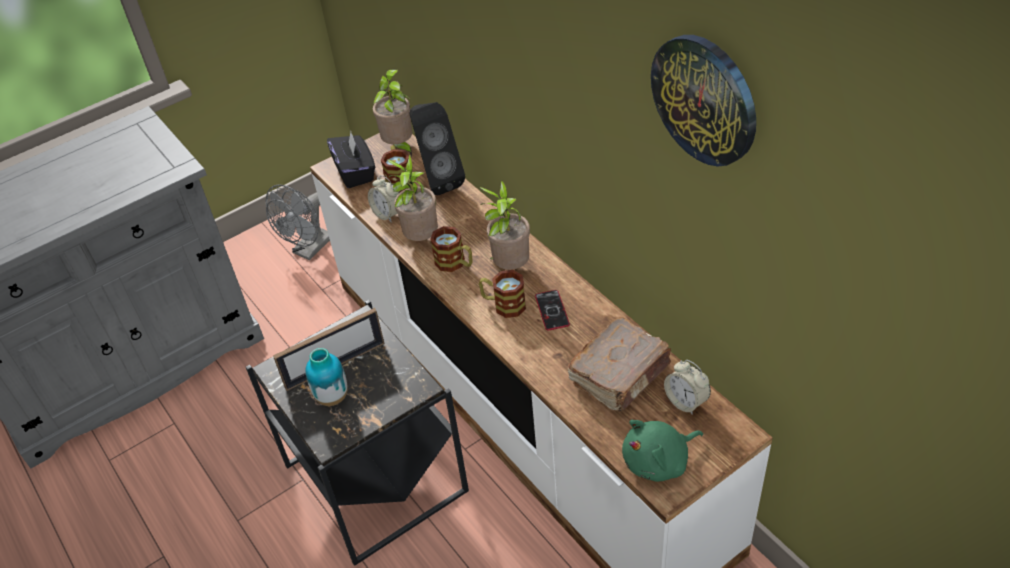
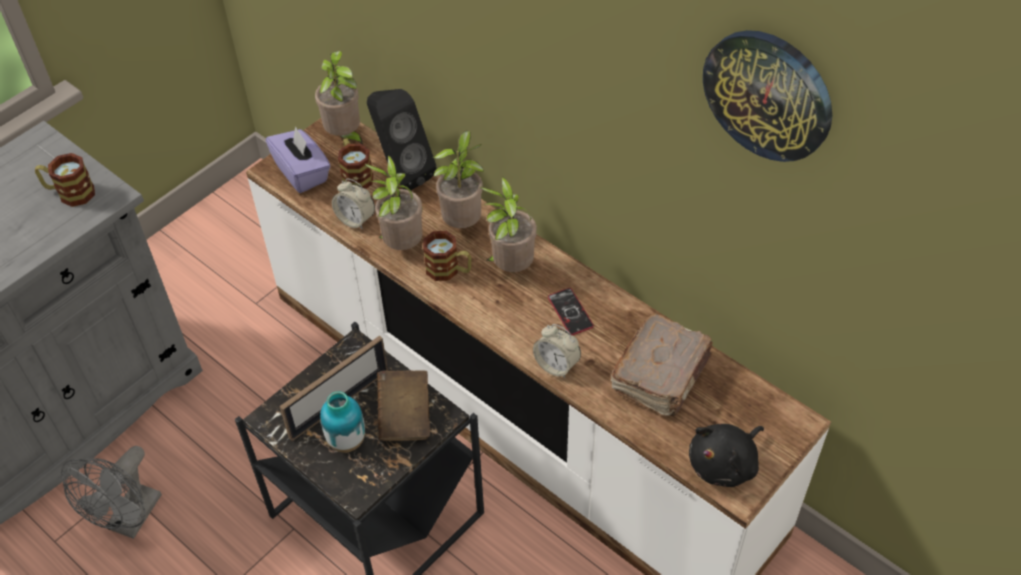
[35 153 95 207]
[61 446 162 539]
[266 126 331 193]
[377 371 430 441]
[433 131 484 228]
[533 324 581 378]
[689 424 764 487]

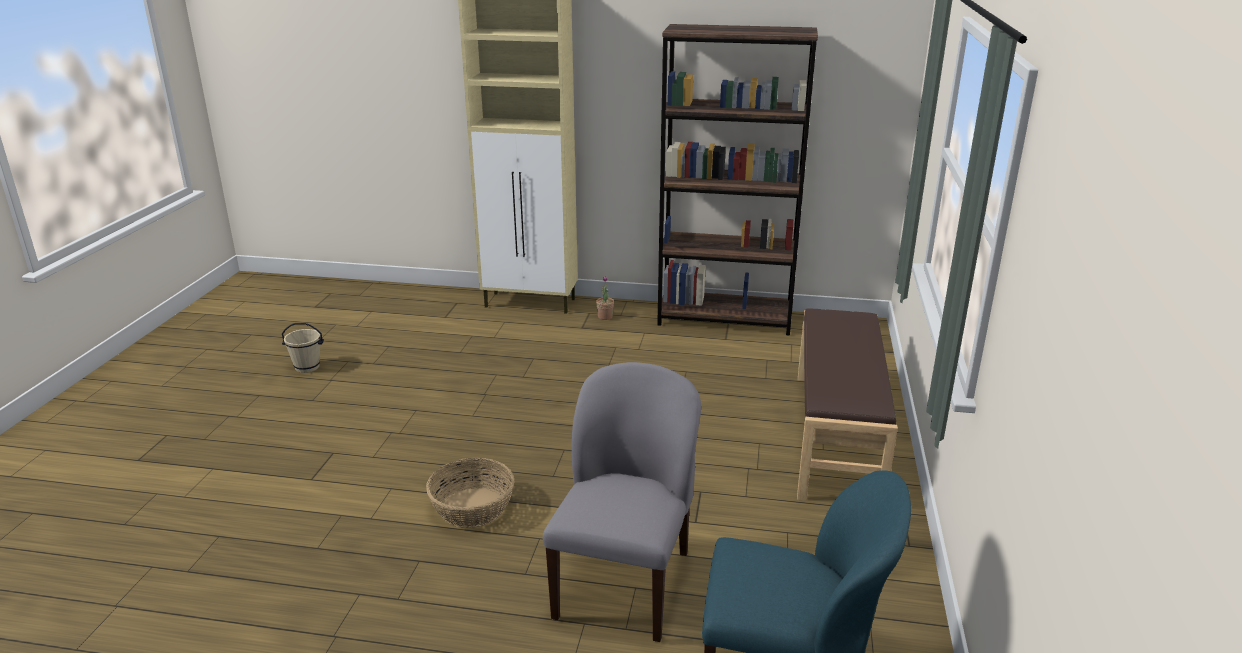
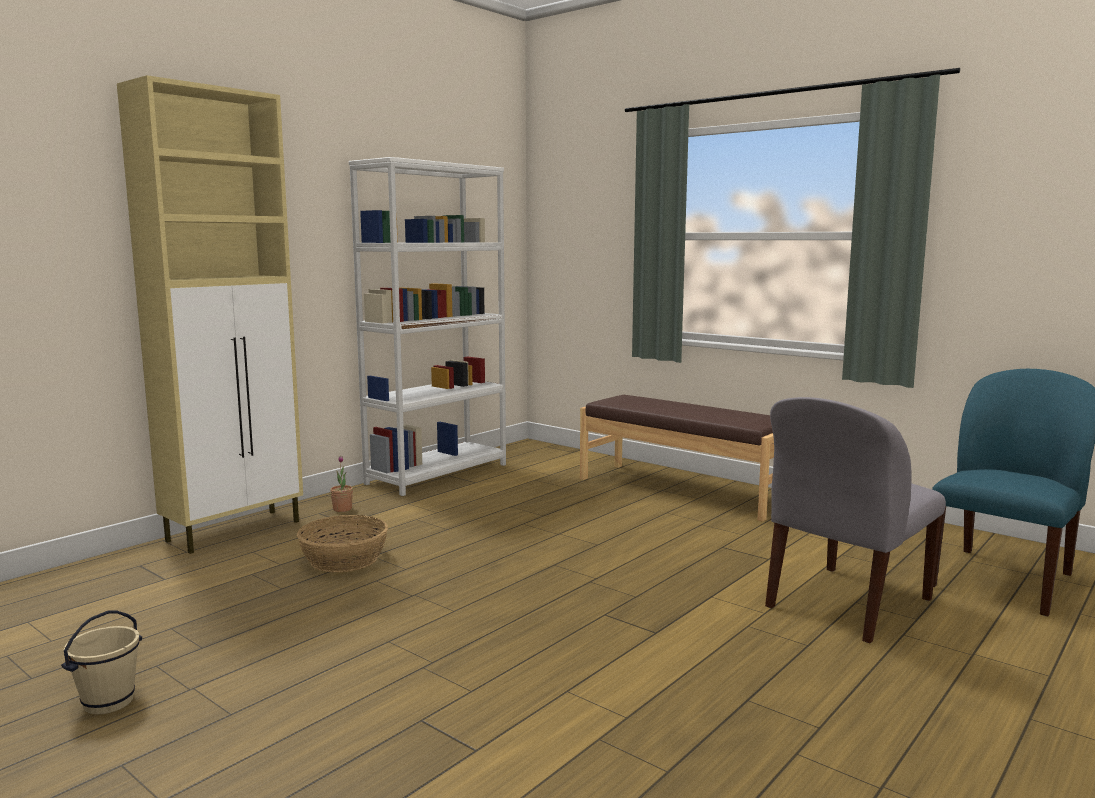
[297 515 388 573]
[349 157 506 496]
[765 397 946 643]

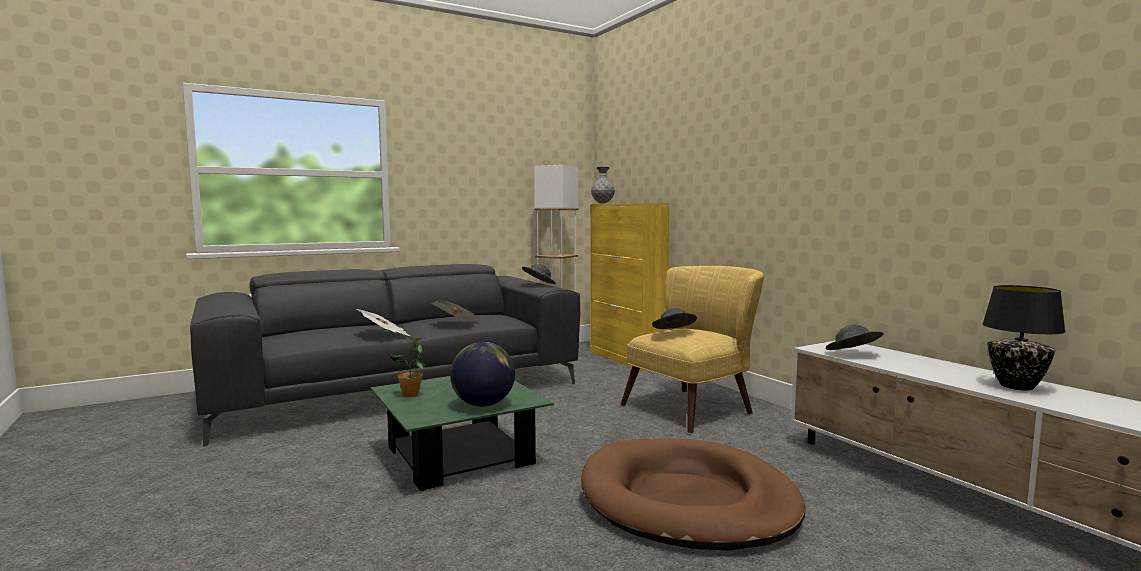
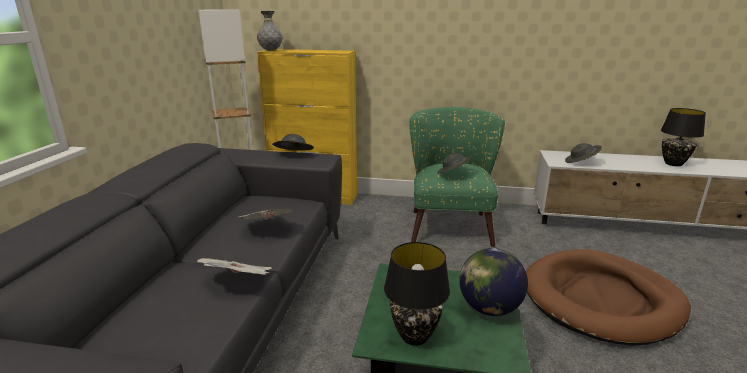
[384 242 450 346]
[409 107 505 247]

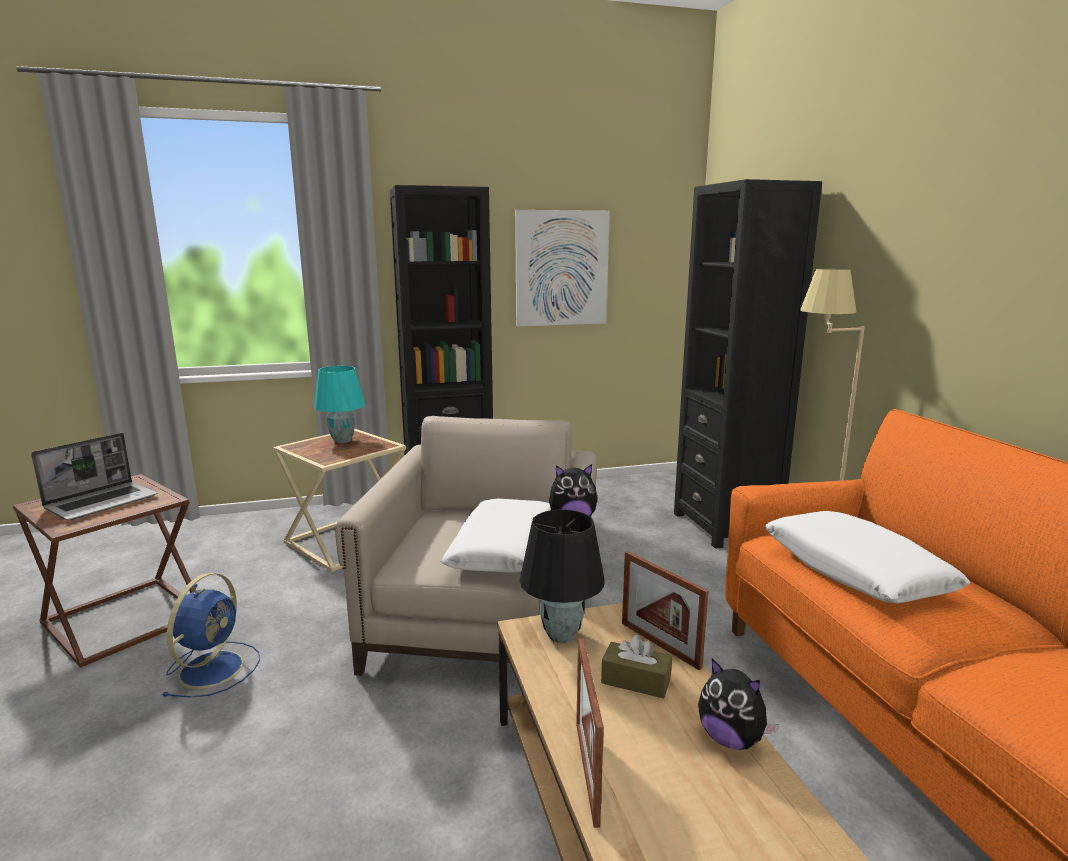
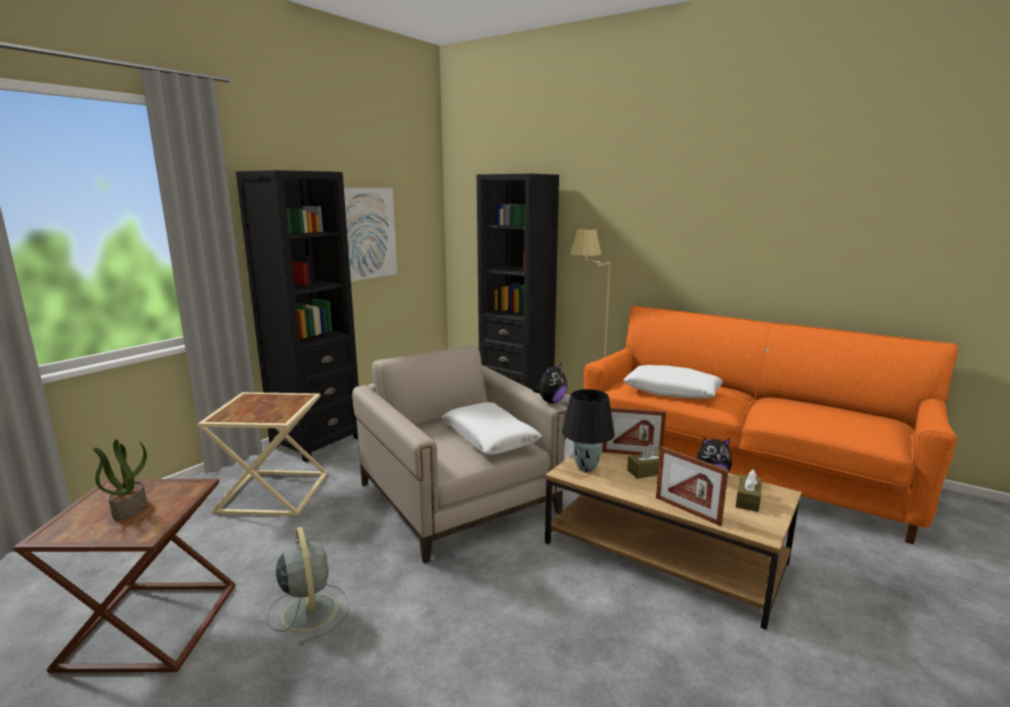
[93 439 147 520]
[266 527 350 645]
[736 469 762 512]
[314 366 365 443] (first image)

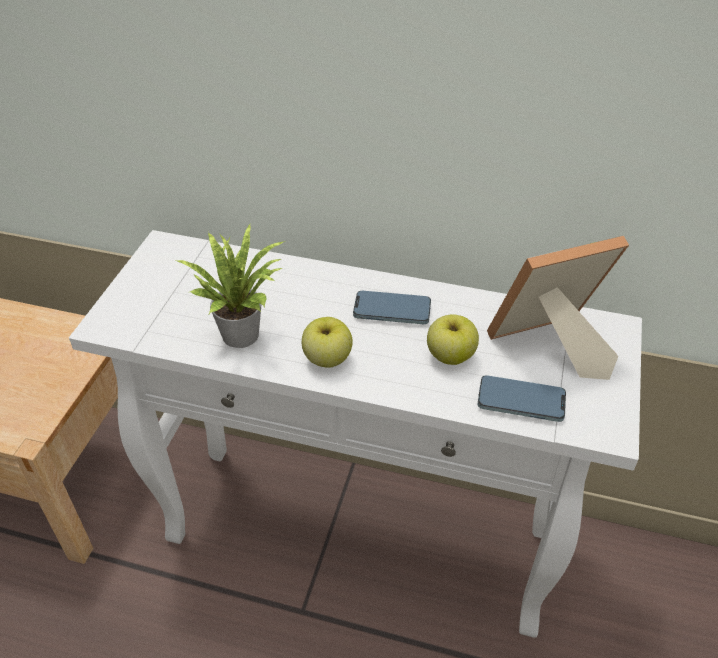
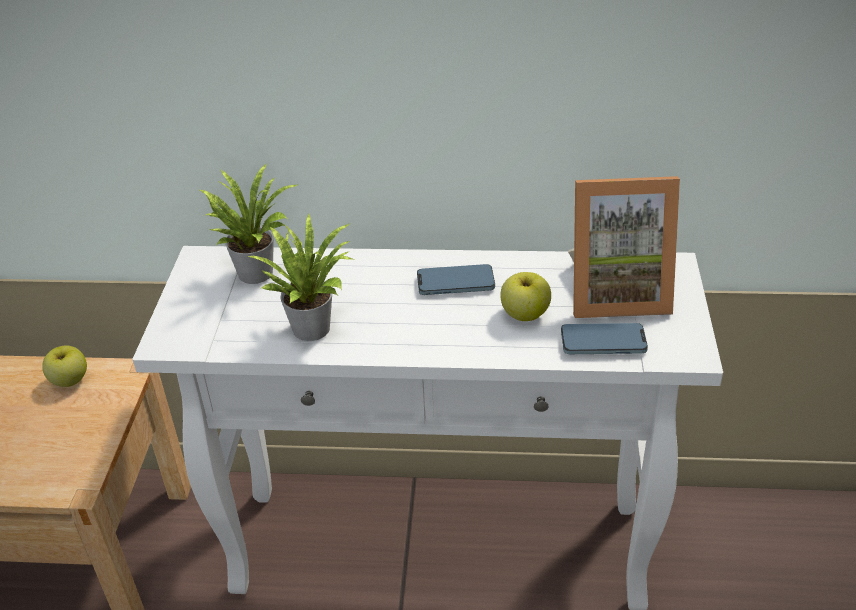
[42 345 87 387]
[198 164 297 284]
[568 176 680 318]

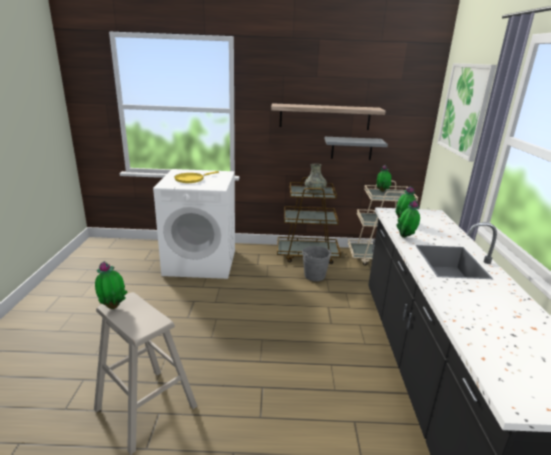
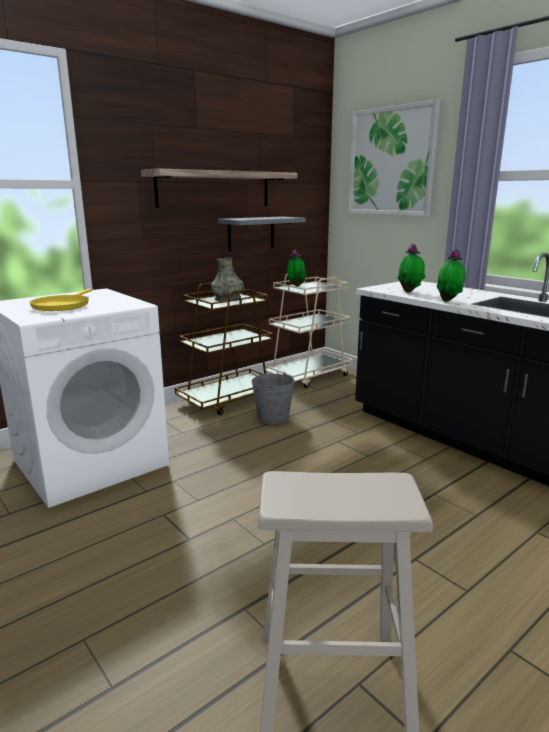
[95 261 127 309] (first image)

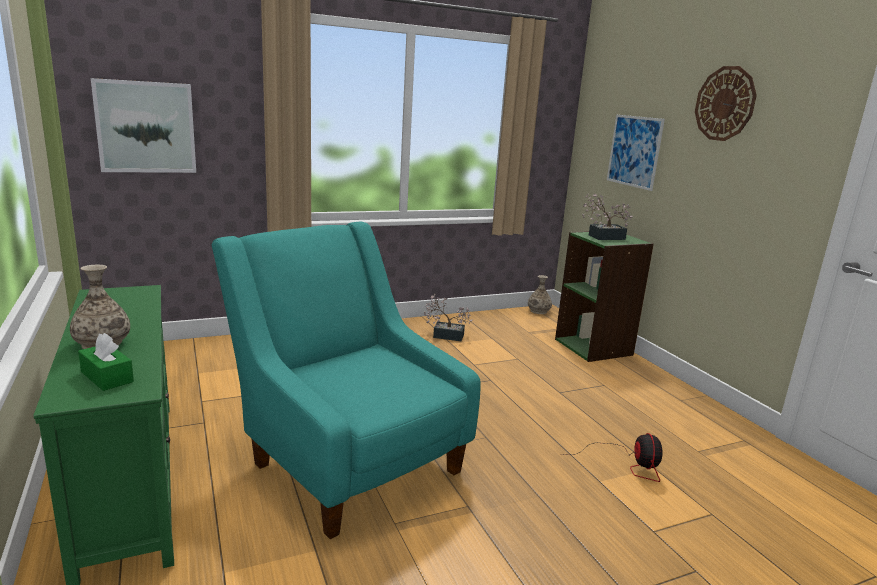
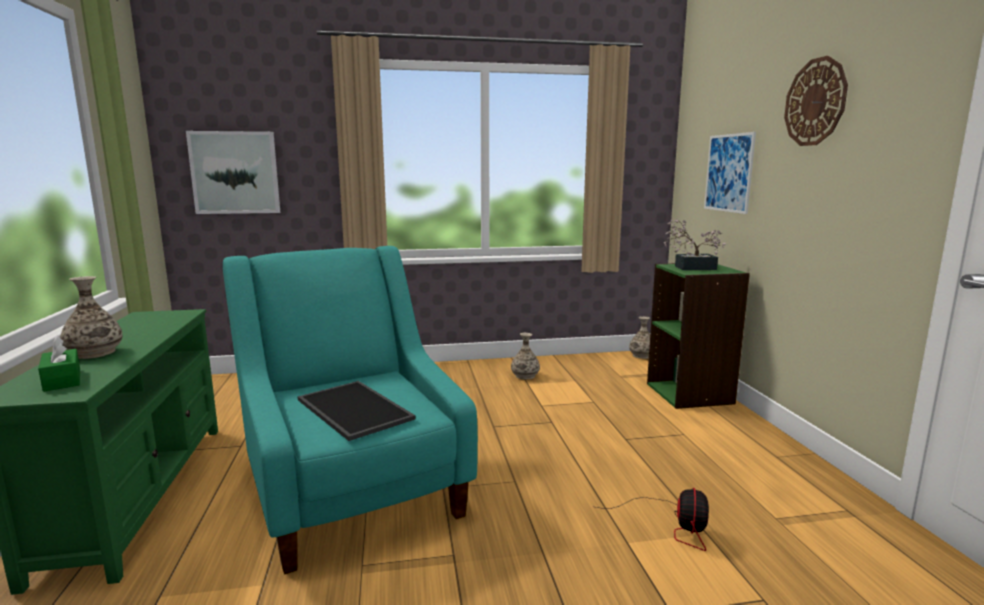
[298 381 415 441]
[511 333 540 379]

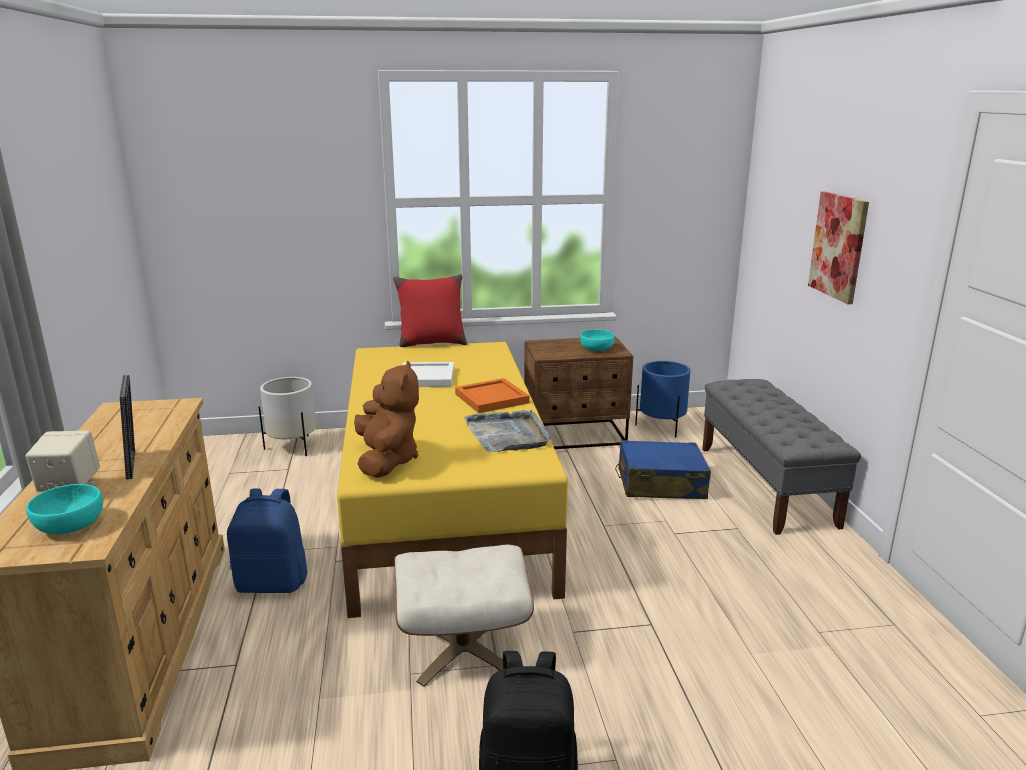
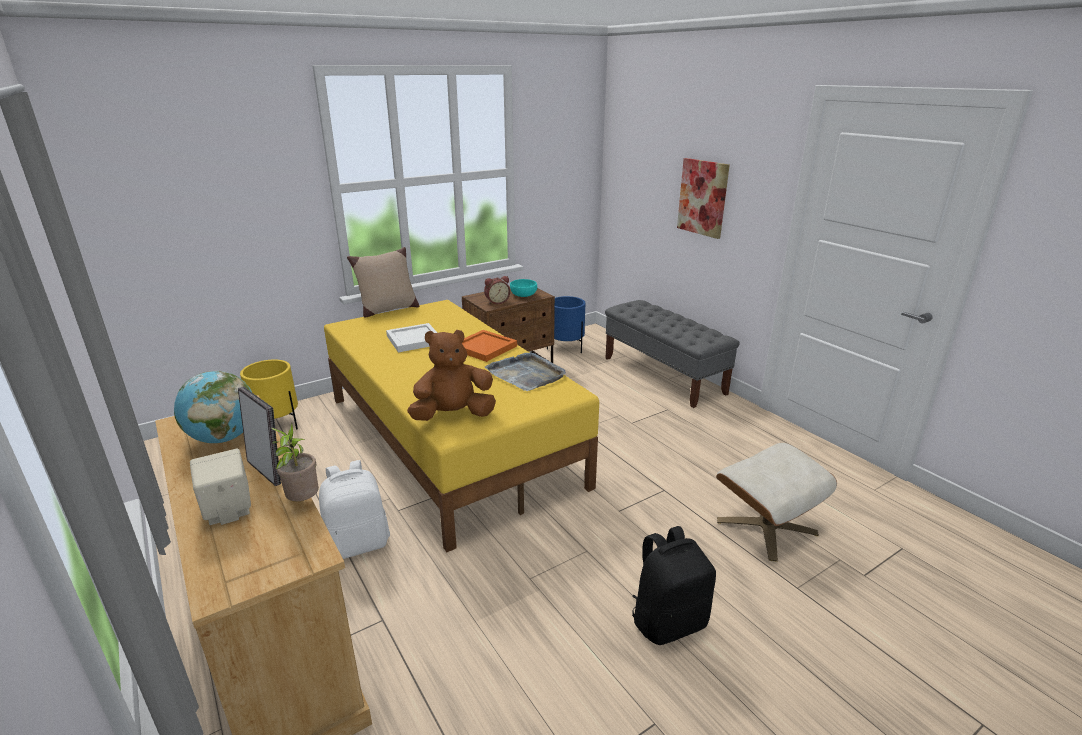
[174 371 252 443]
[240 360 298 429]
[271 423 319 501]
[319 460 390 559]
[347 247 419 318]
[407 330 496 421]
[484 276 510 304]
[716 443 837 562]
[26 484 103 534] (first image)
[615 440 711 499] (first image)

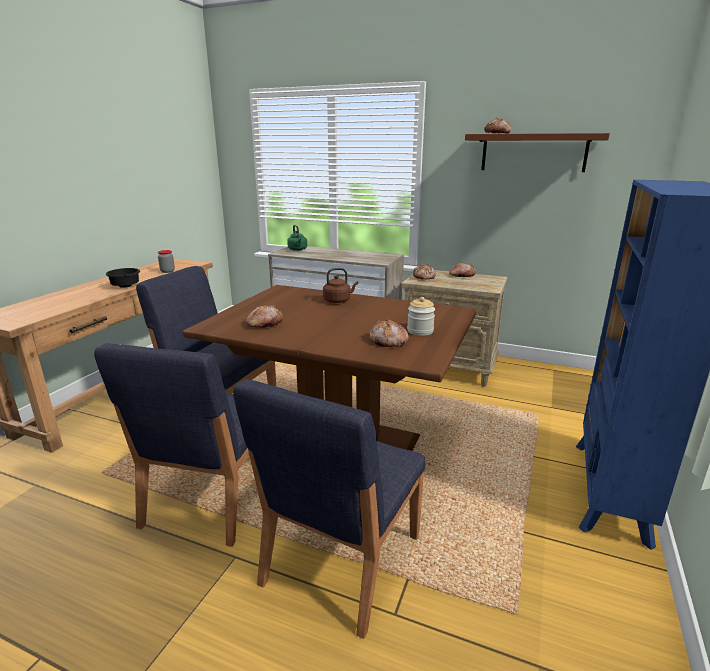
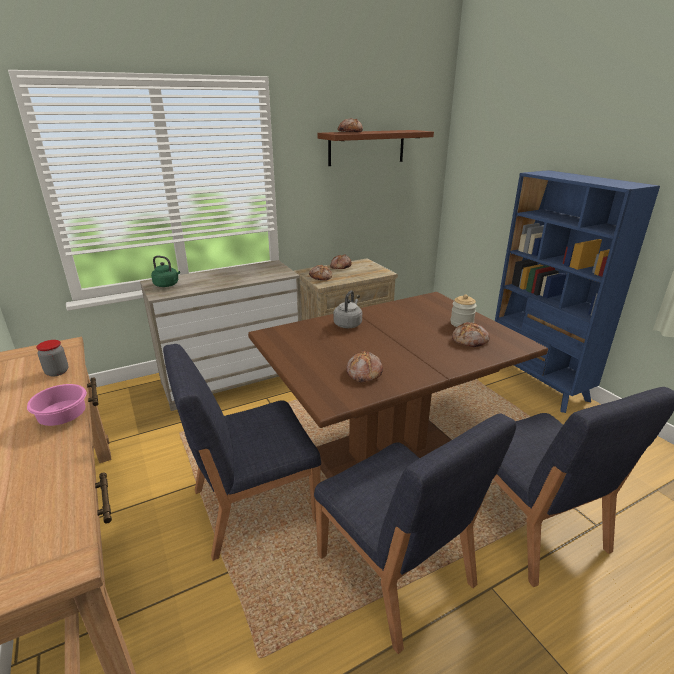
[27 384 87 426]
[333 290 362 328]

